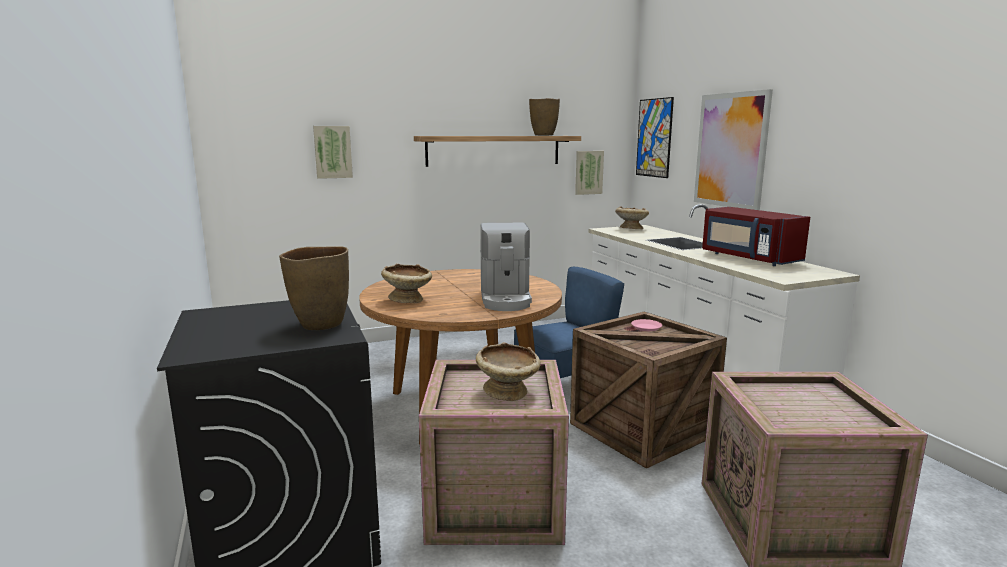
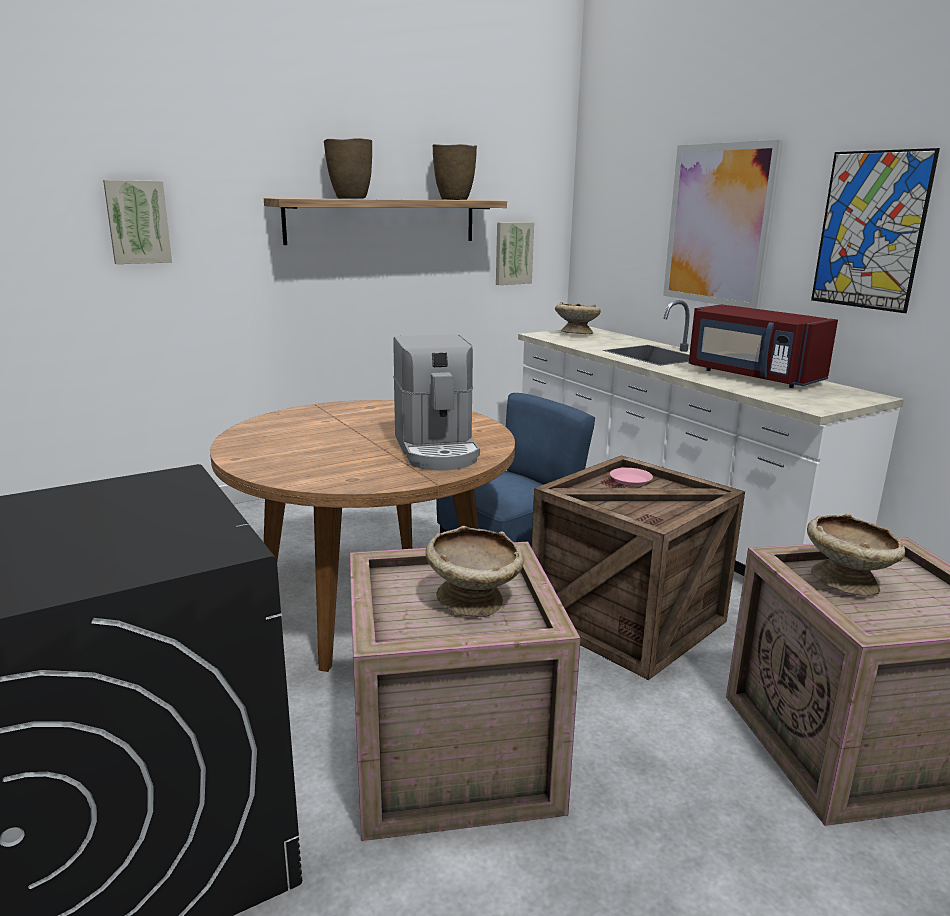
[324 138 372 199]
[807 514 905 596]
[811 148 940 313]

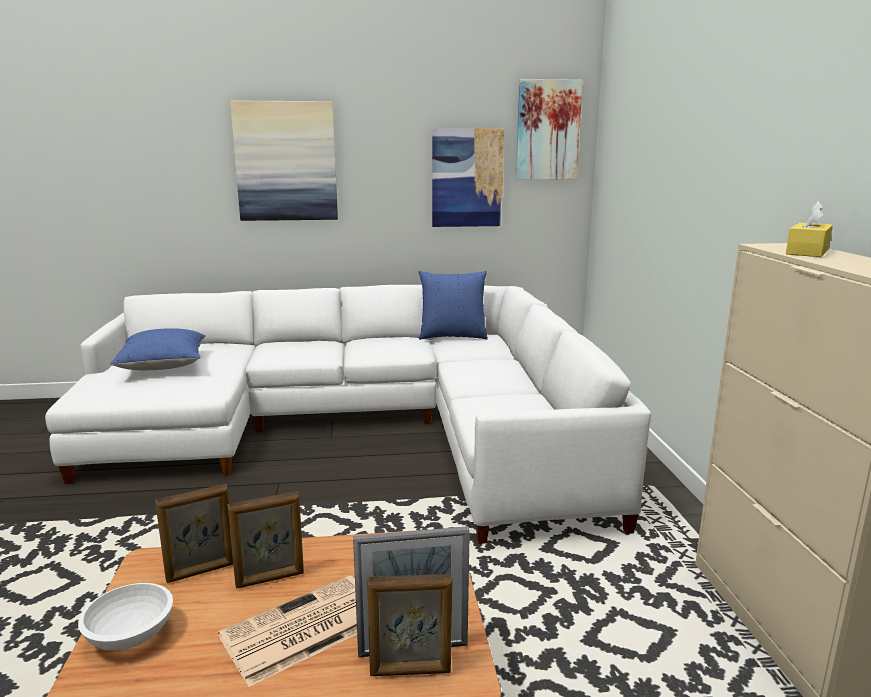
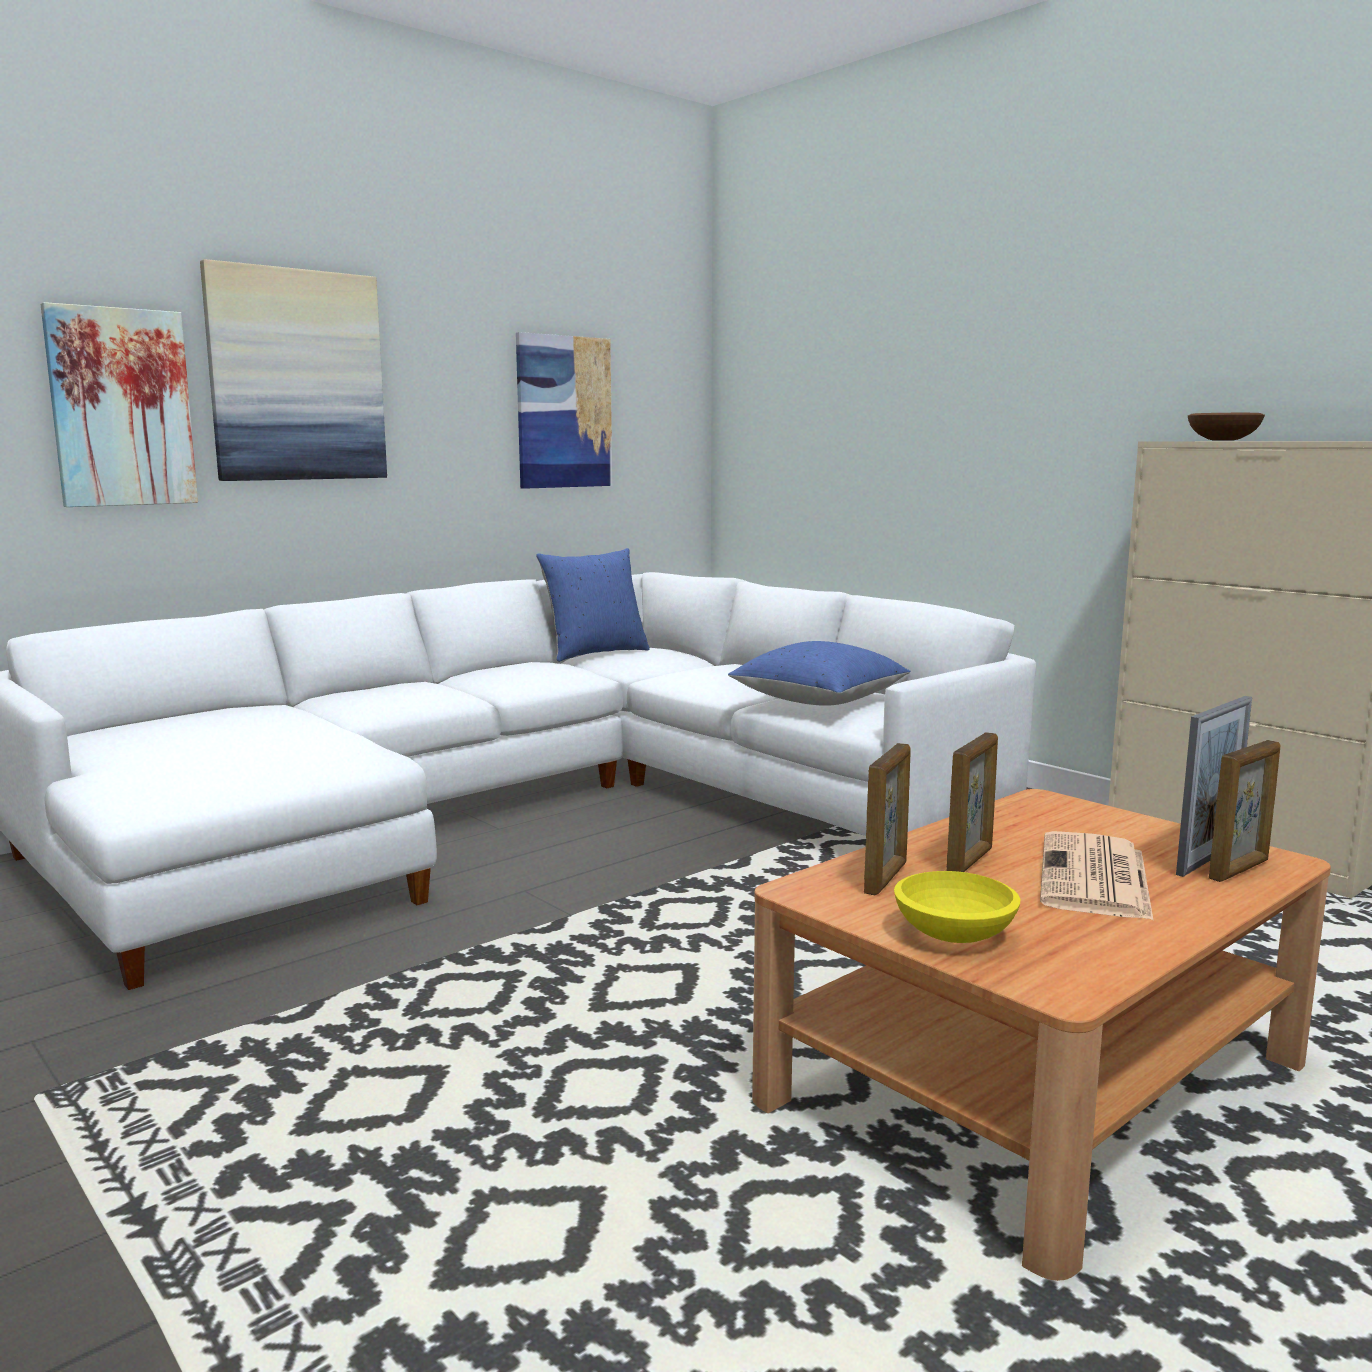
[40 302 198 507]
[728 641 910 706]
[894 871 1020 943]
[1188 413 1265 441]

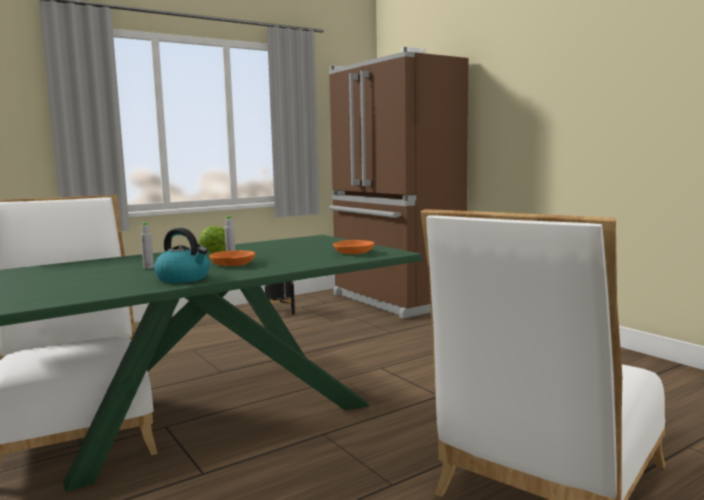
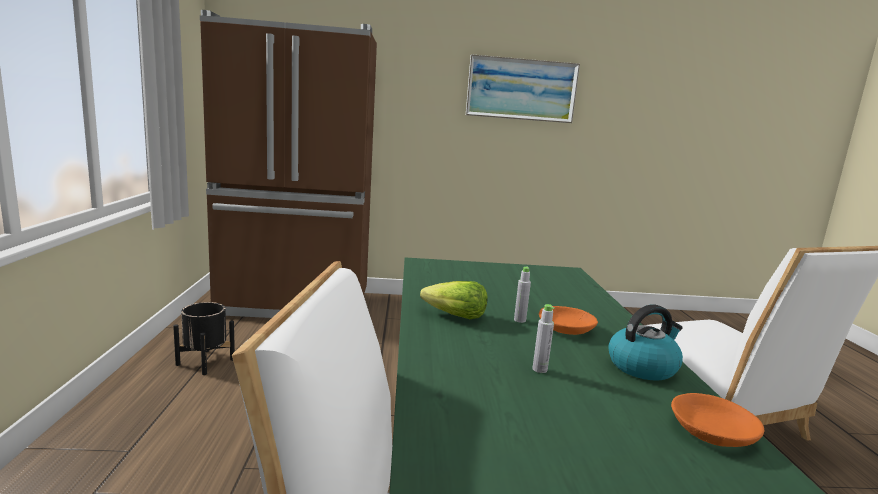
[466 54 580 123]
[671 393 764 447]

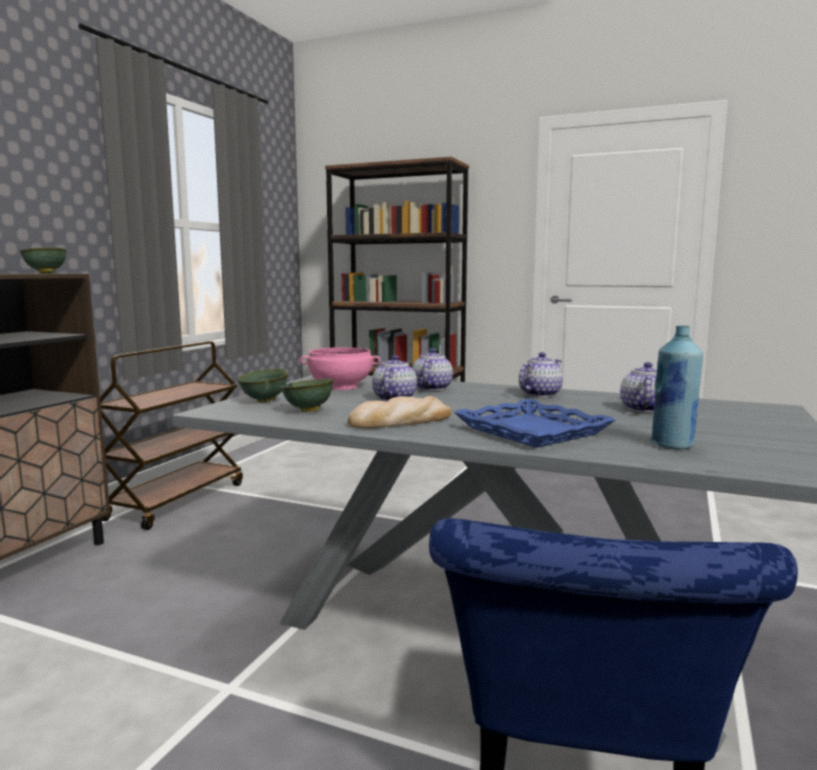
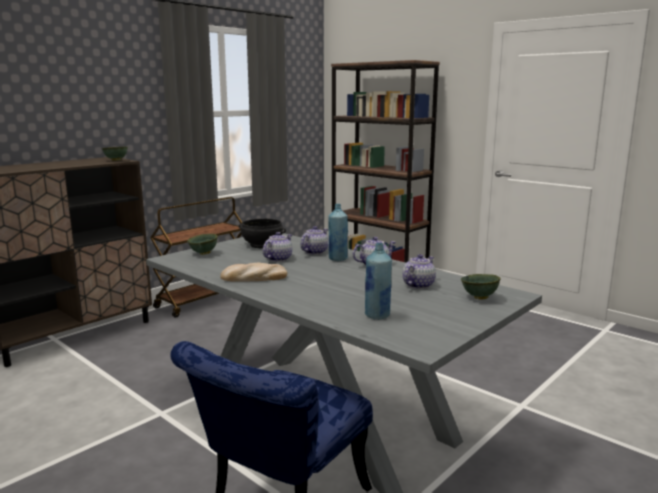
[239 219 286 248]
[328 204 348 261]
[461 274 501 299]
[454 399 616 448] (first image)

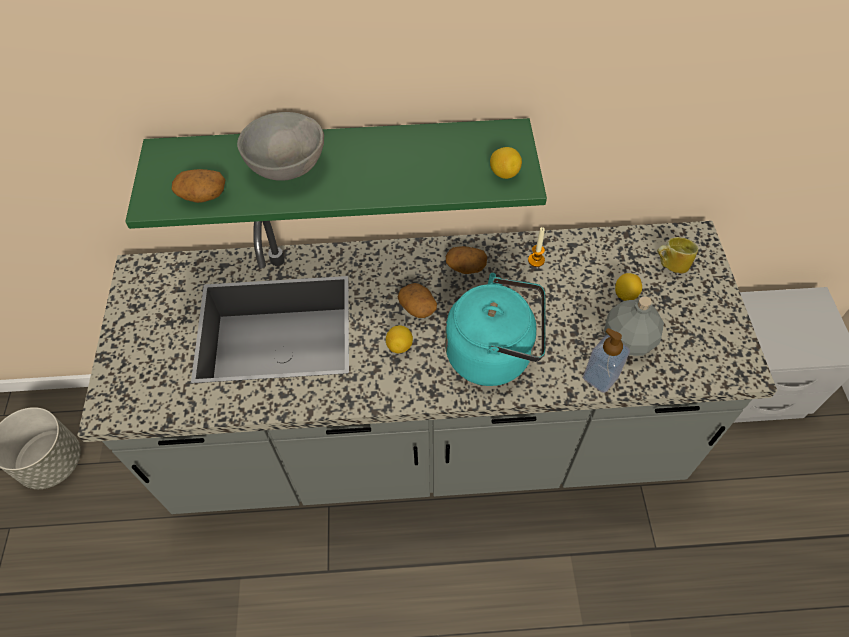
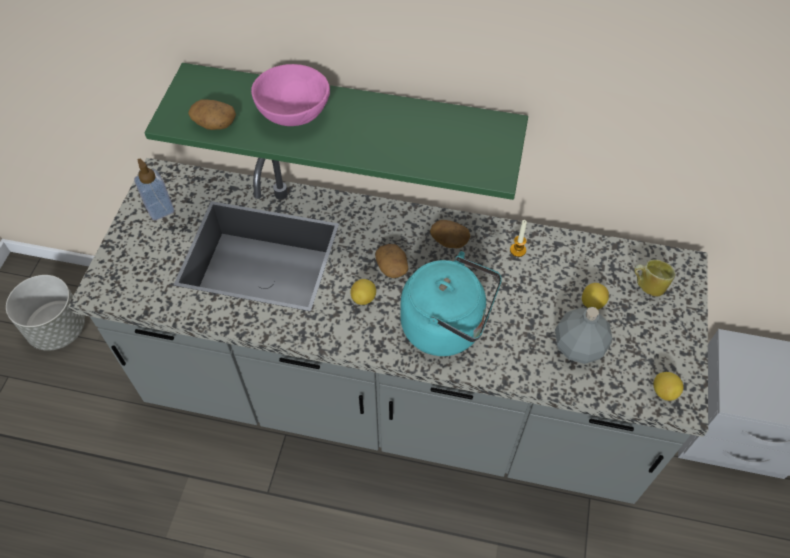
[134 158 174 221]
[251 64 330 126]
[653 372 683 401]

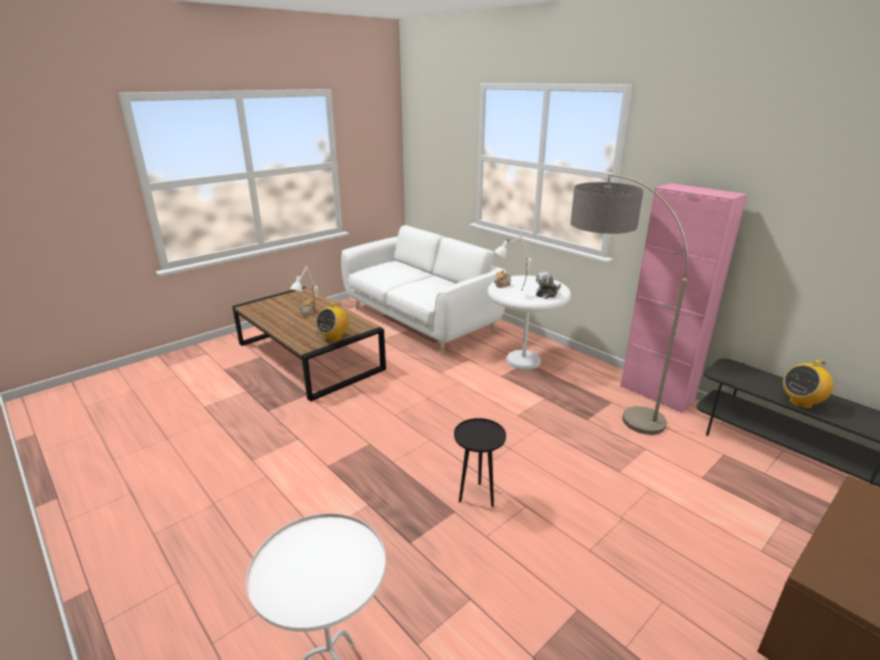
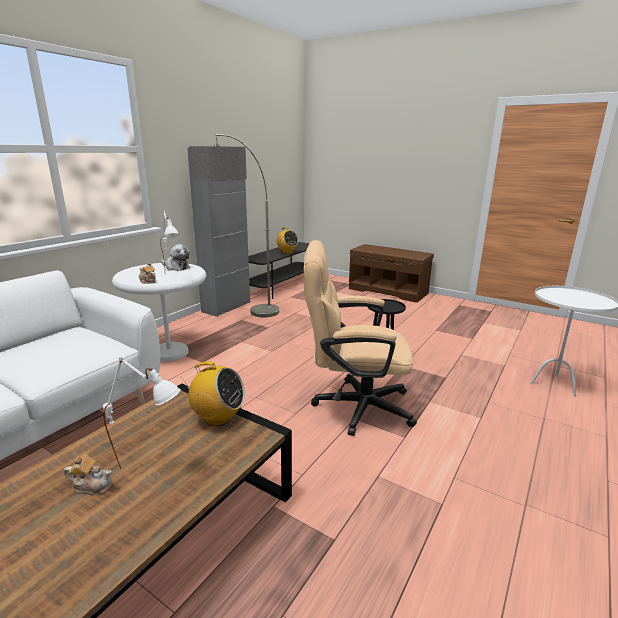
[187 147 250 317]
[304 240 417 436]

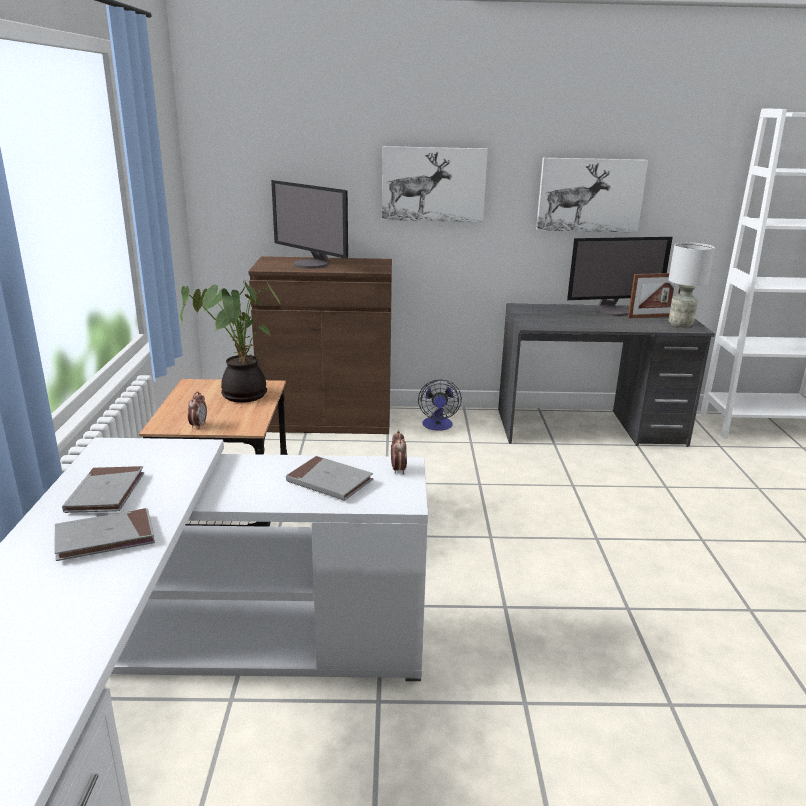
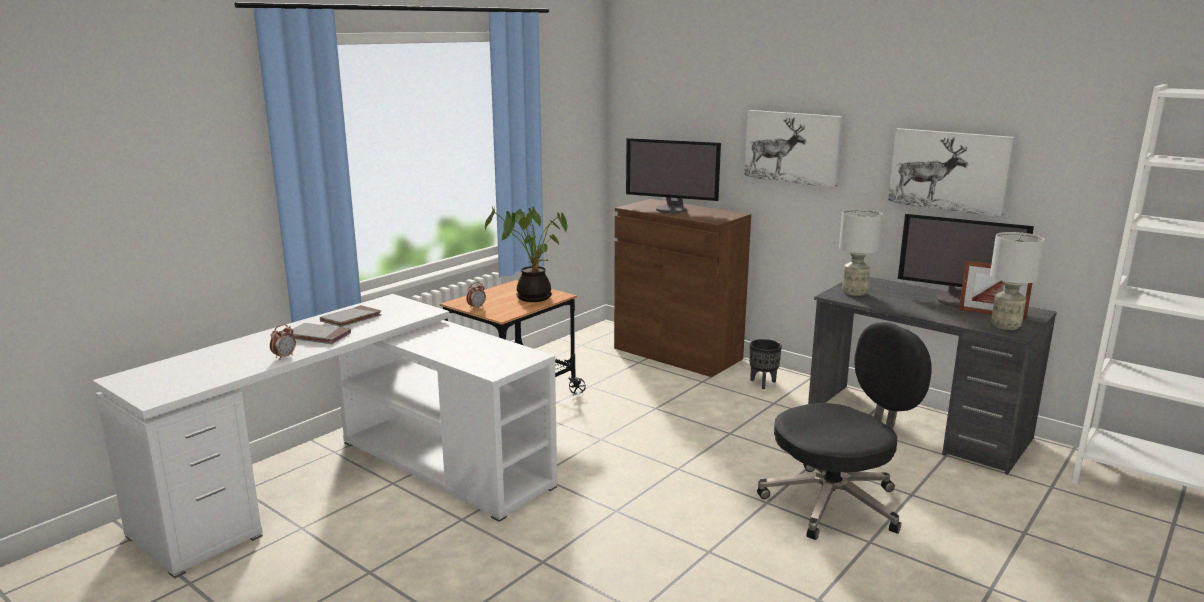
[270 324 296 360]
[626 138 721 213]
[750 339 782 389]
[757 322 932 540]
[839 209 883 296]
[286 456 373 501] (first image)

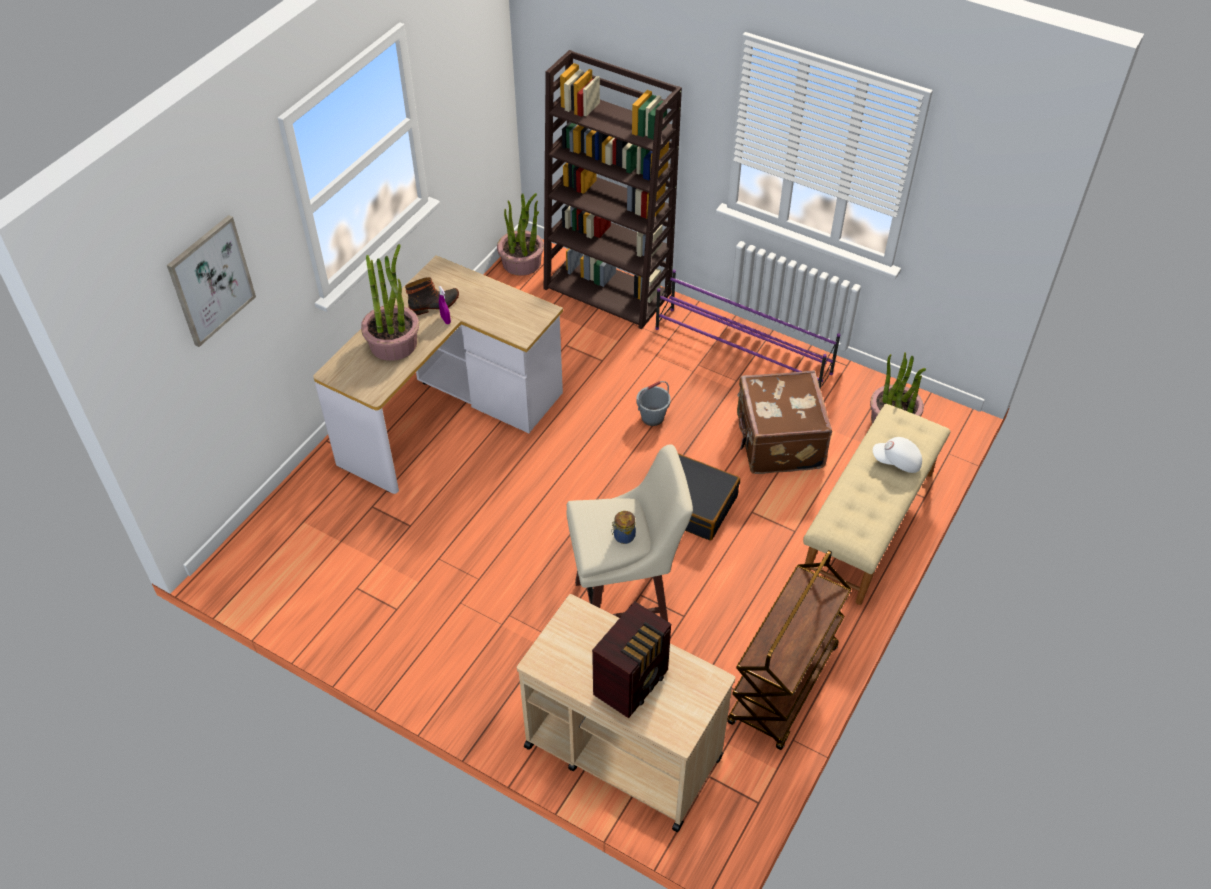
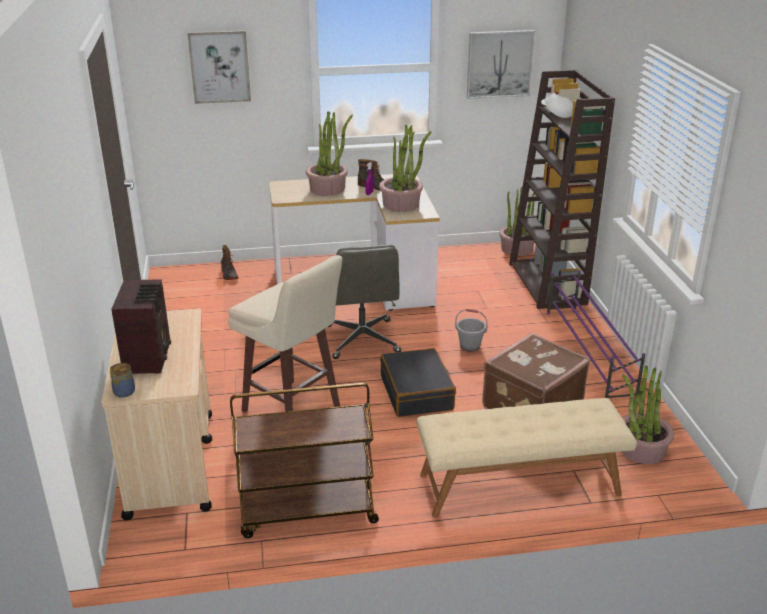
[110 363 135 398]
[111 279 171 374]
[221 245 238 280]
[328 245 401 359]
[379 125 431 211]
[467 30 535 99]
[541 92 573 118]

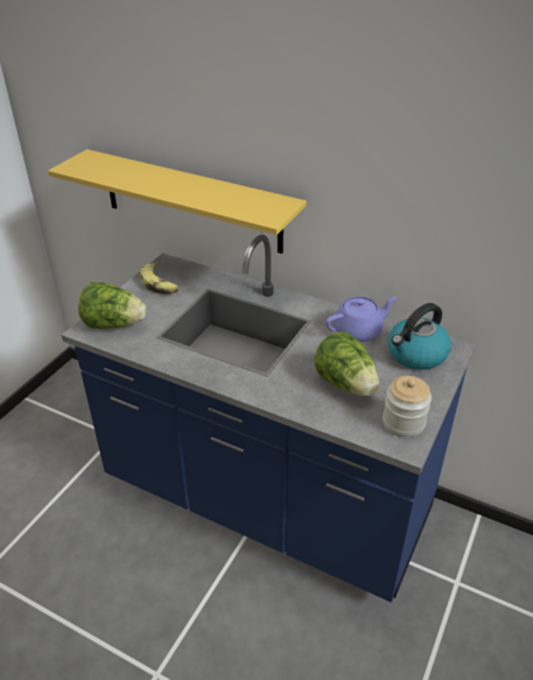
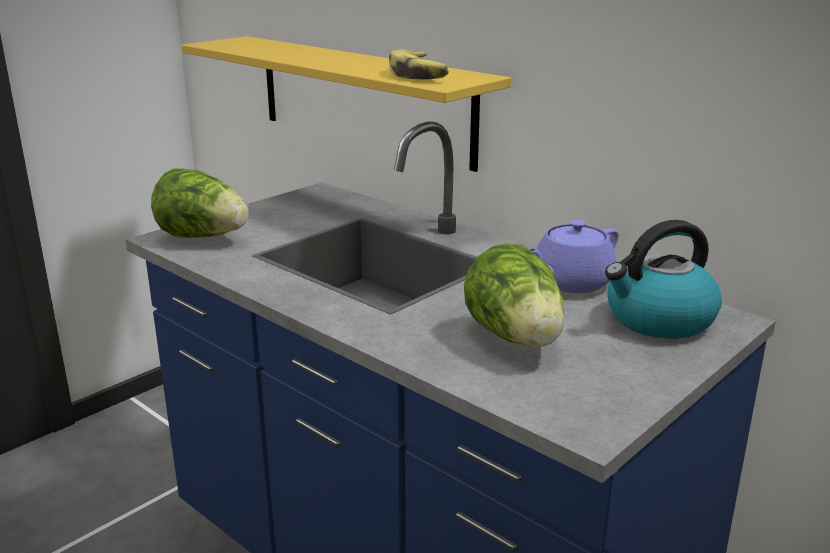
[389 49 449 80]
[529 220 619 293]
[383 376 432 438] (first image)

